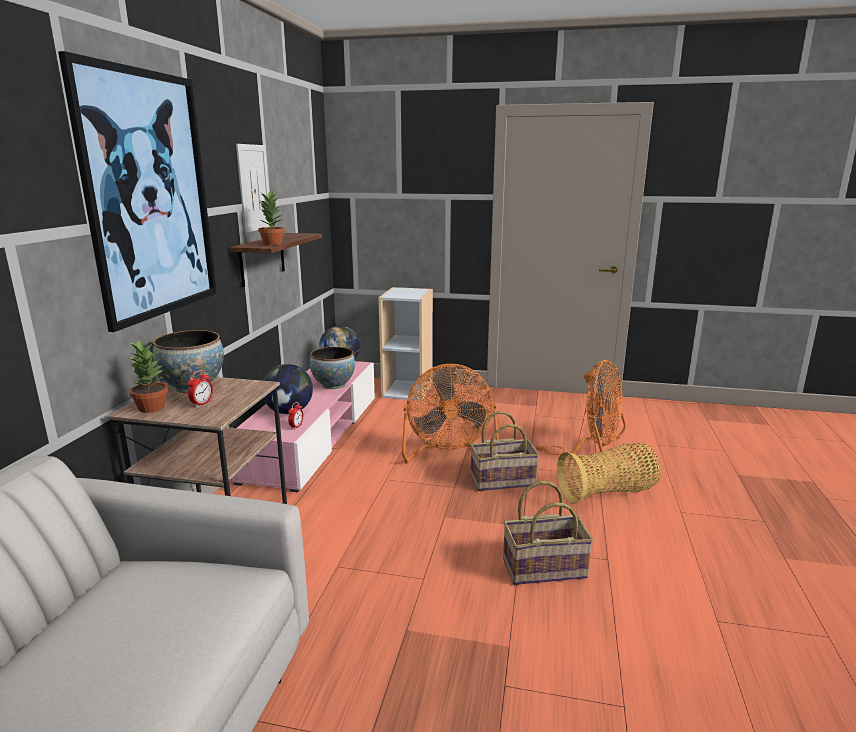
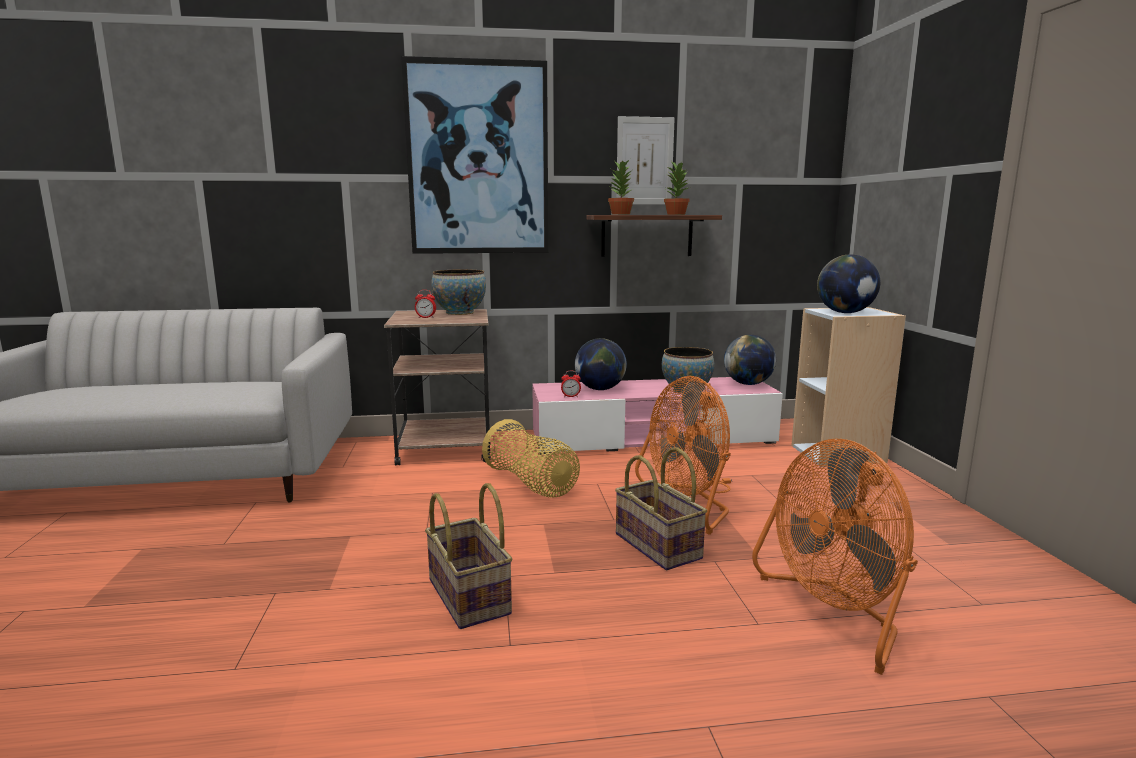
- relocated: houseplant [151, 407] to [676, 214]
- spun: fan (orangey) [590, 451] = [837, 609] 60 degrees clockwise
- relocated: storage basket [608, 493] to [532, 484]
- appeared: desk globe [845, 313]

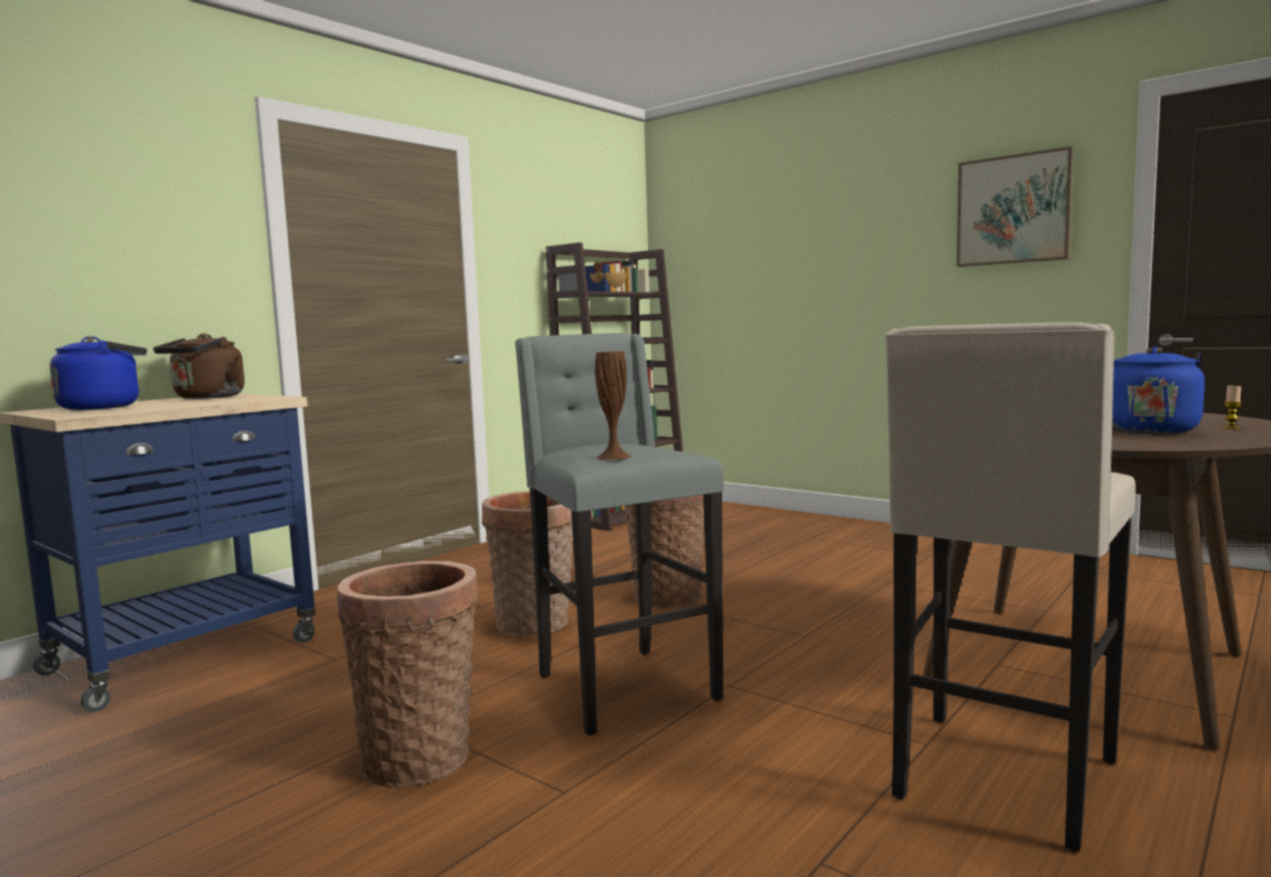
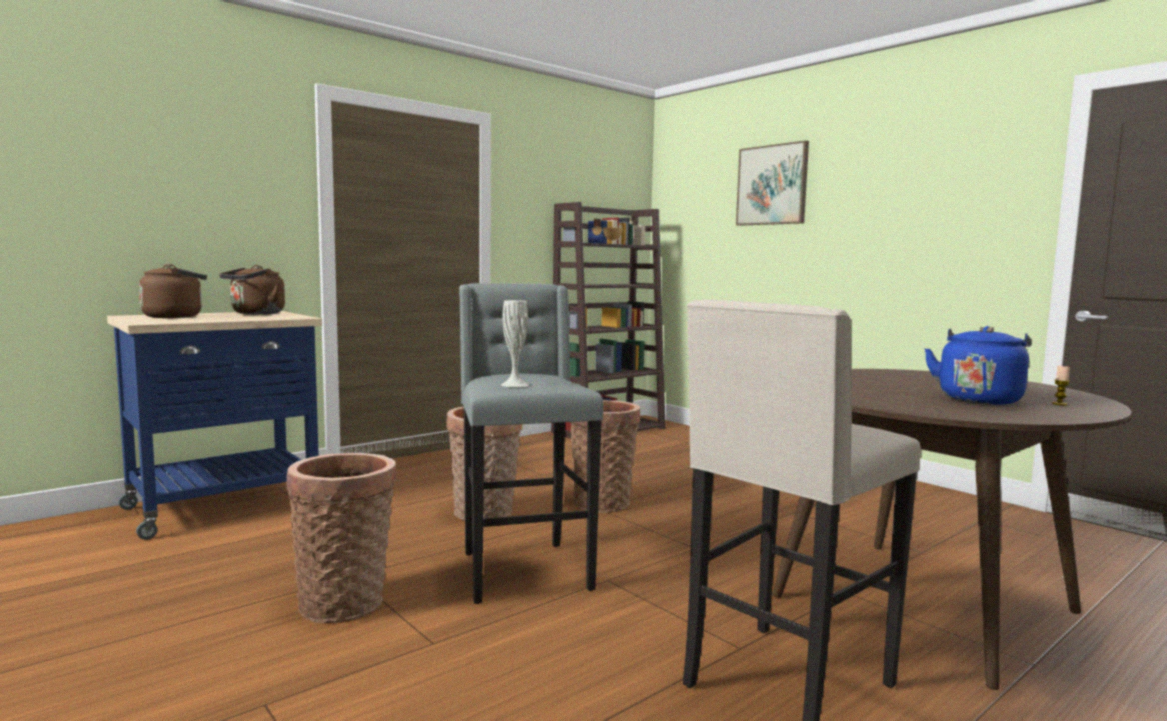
- relocated: wall picture [1013, 210] to [772, 185]
- colour: tea kettle (blue-coloured) [105, 407] to tea kettle (brown) [176, 317]
- colour: flower vase (brown) [613, 456] to flower vase (white-coloured) [514, 384]

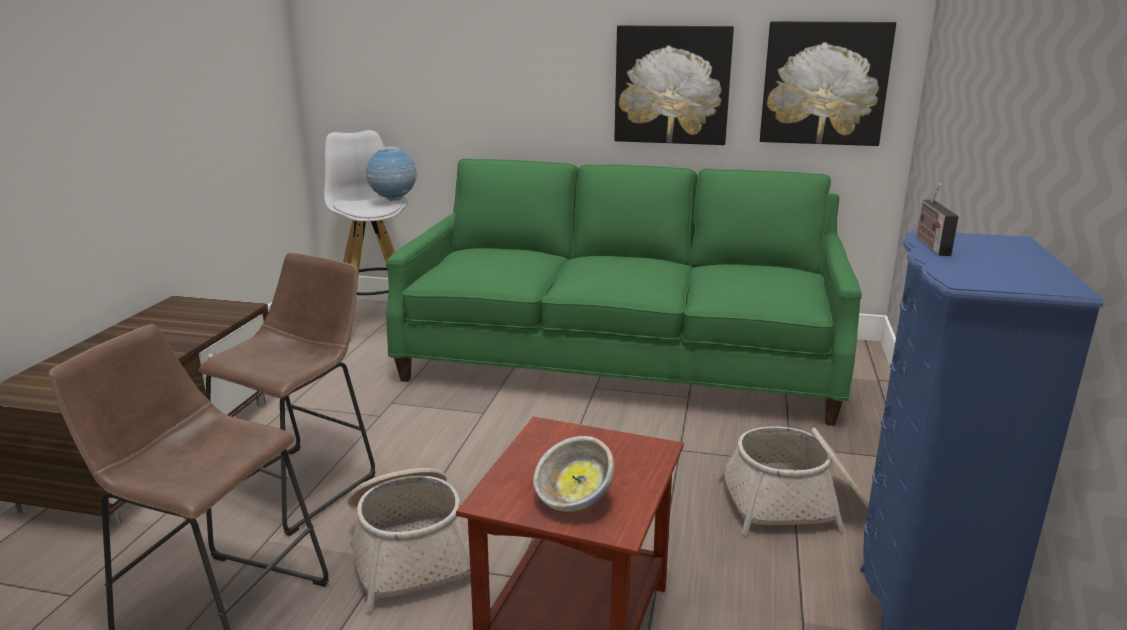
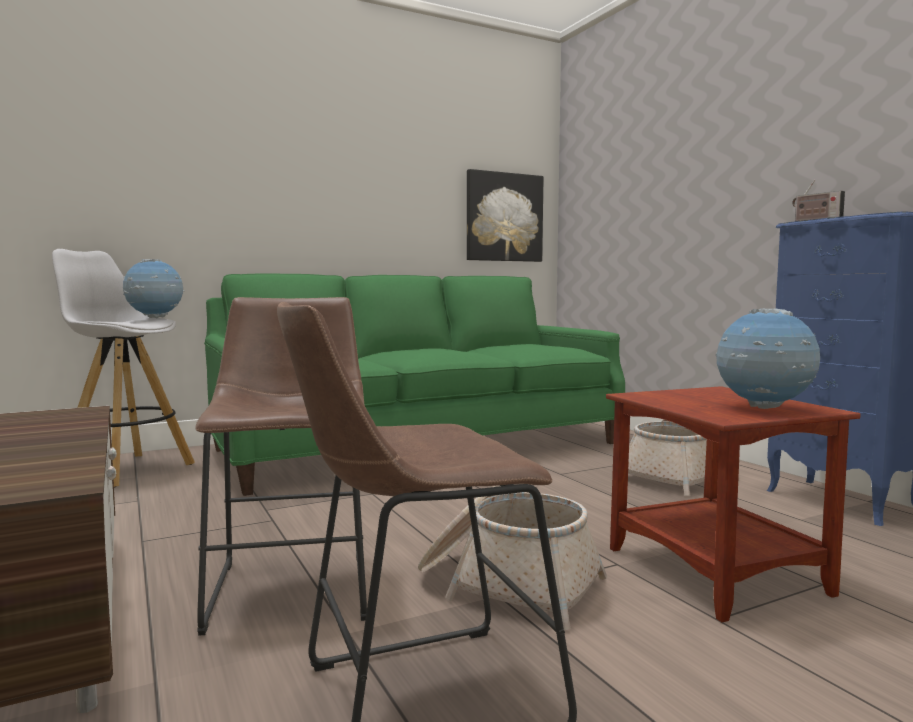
- missing: wall picture [672, 85]
- exchanged: serving bowl [574, 501] to desk globe [763, 408]

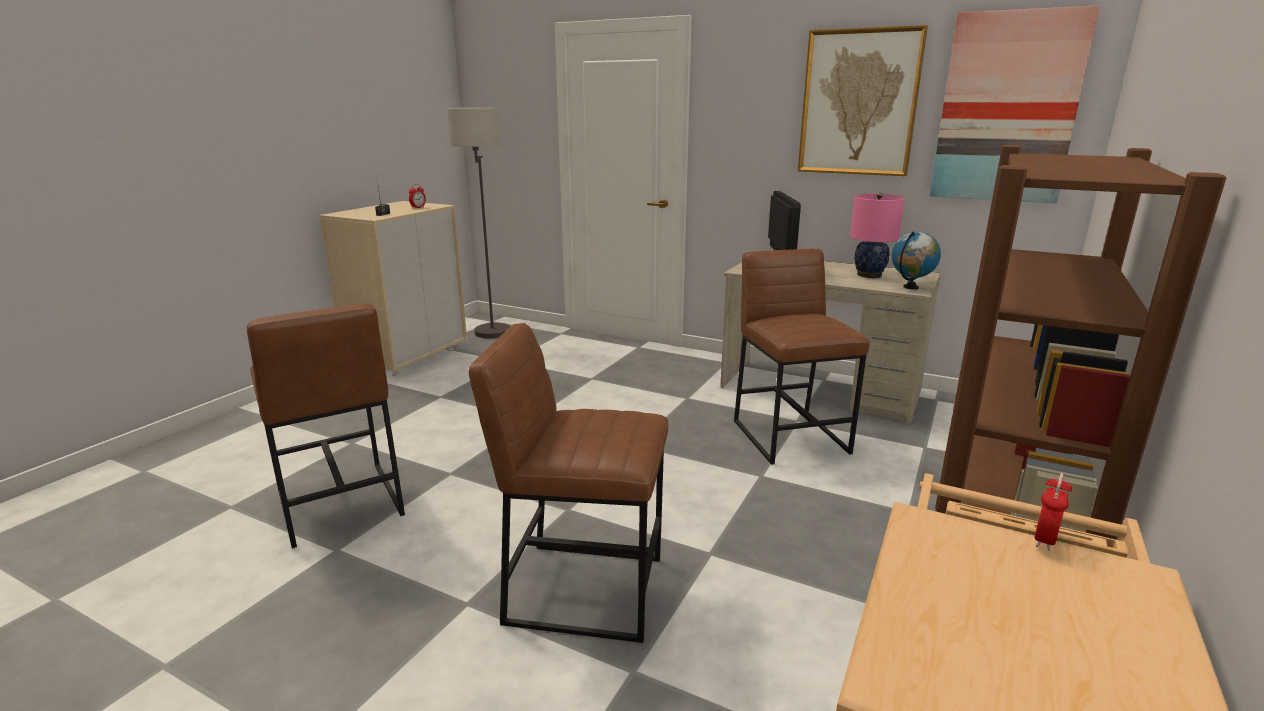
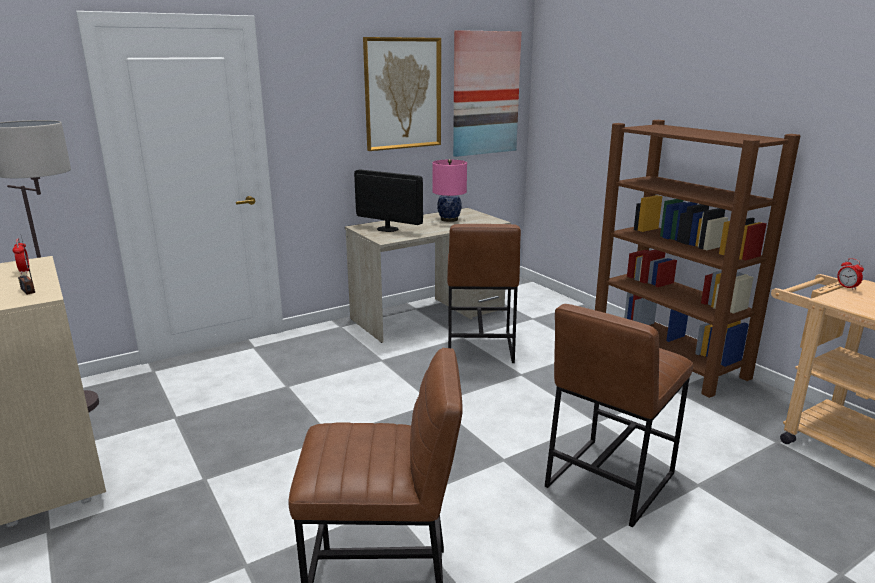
- missing: desk globe [911, 287]
- spun: plain chair (brown) [789, 436] = [479, 347] 105 degrees counterclockwise

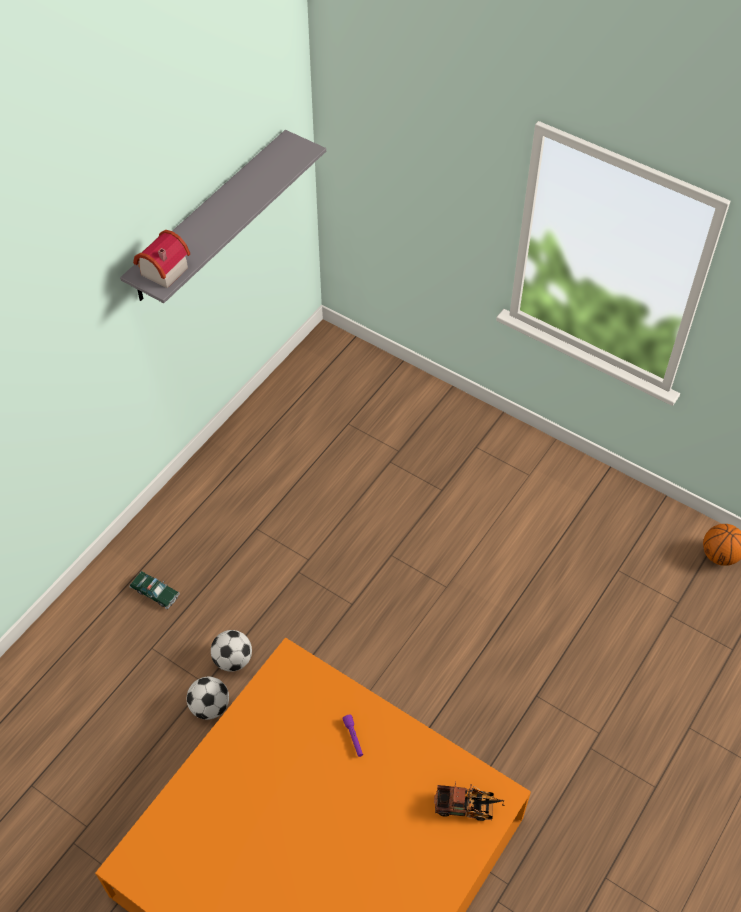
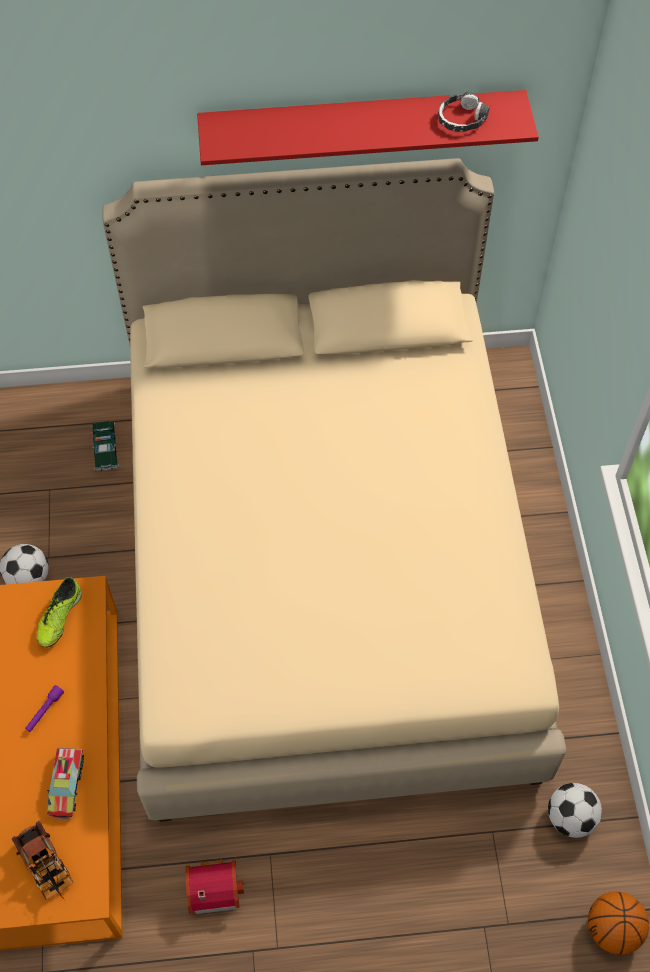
- colour: wall shelf (gray) [209, 216] to wall shelf (reddish) [362, 123]
- relocated: toy house [161, 271] to [212, 888]
- relocated: ball for football [233, 659] to [570, 817]
- appeared: pair of headphones [461, 119]
- appeared: bed (beige) [324, 566]
- appeared: shoe [59, 617]
- appeared: toy truck [67, 785]

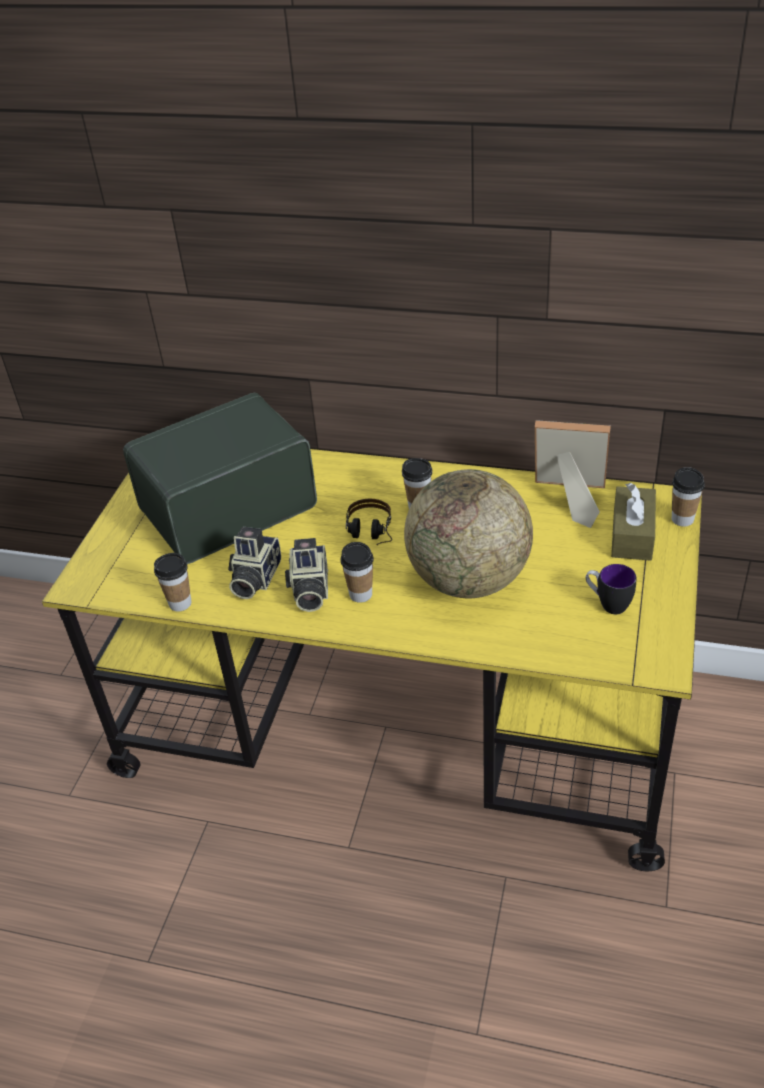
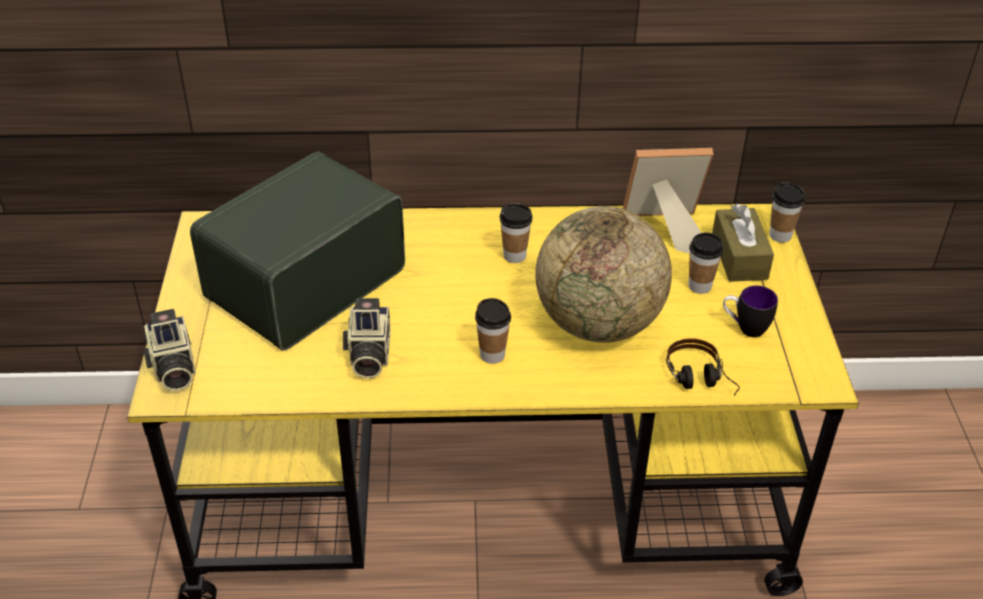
- relocated: pair of headphones [370, 535] to [700, 382]
- relocated: photo camera [309, 590] to [172, 368]
- relocated: drinking cup [180, 603] to [699, 286]

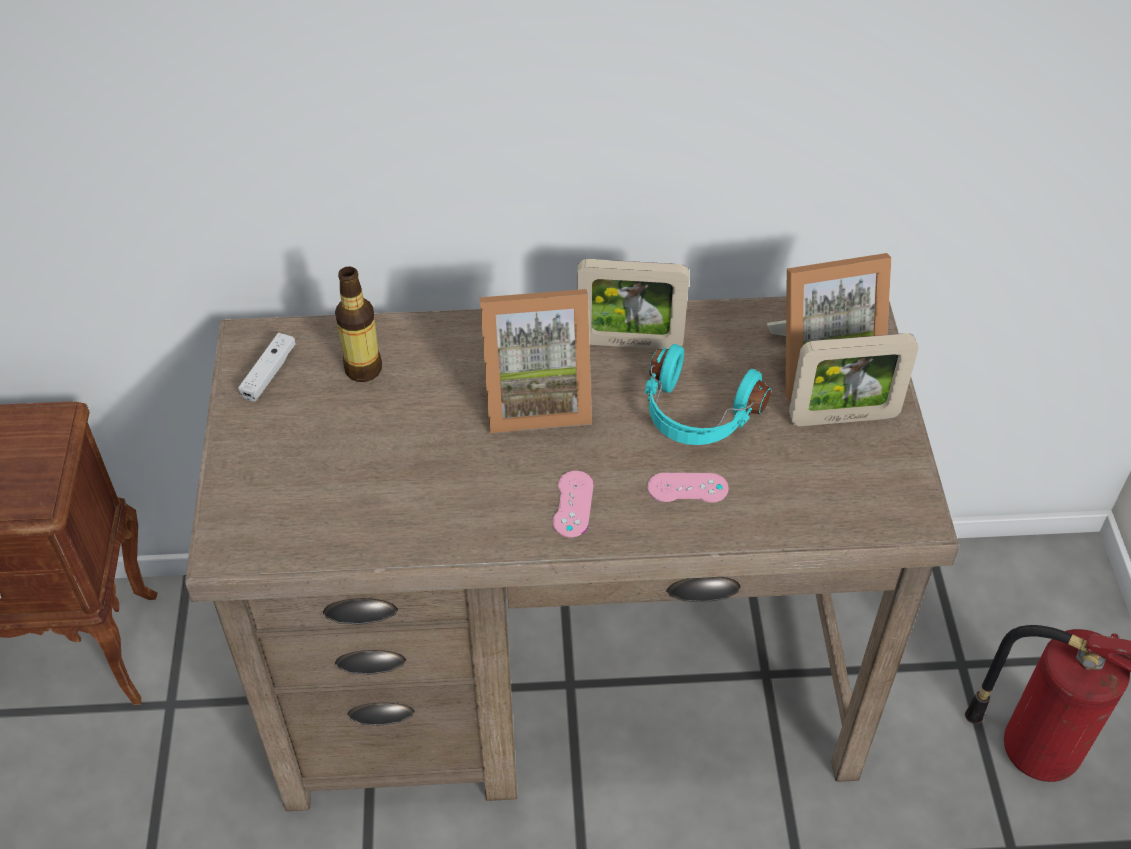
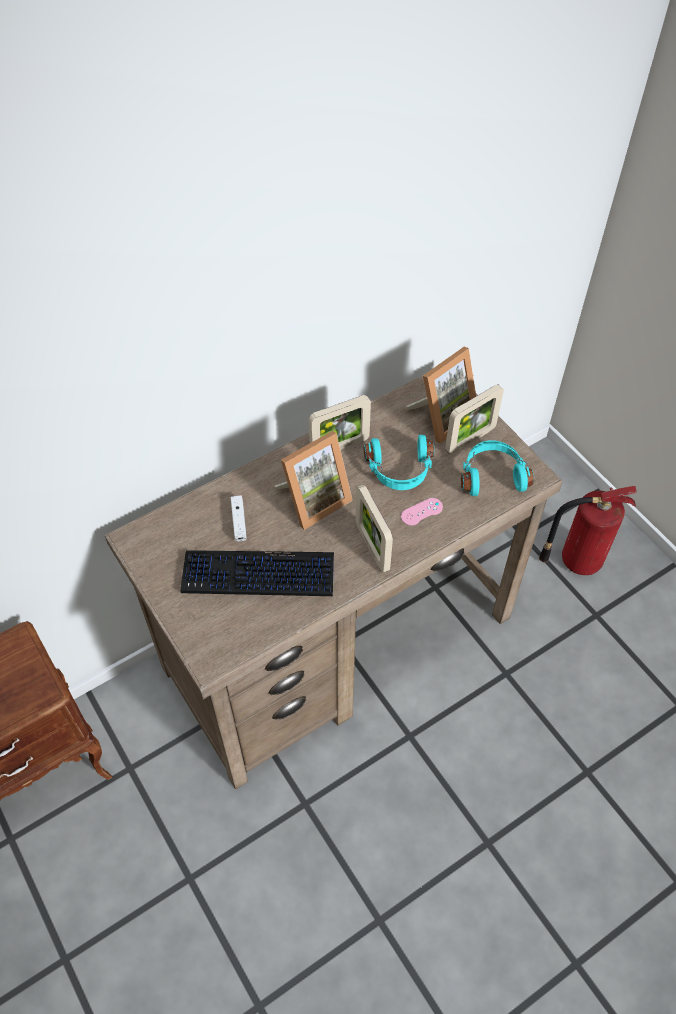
- missing: drink bottle [363, 369]
- relocated: gamepad (white-coloured) [269, 373] to [239, 521]
- exchanged: gamepad (pinkish) [573, 504] to standing frame [372, 547]
- appeared: pair of headphones (turquoise-coloured) [492, 475]
- appeared: PC keyboard [258, 574]

